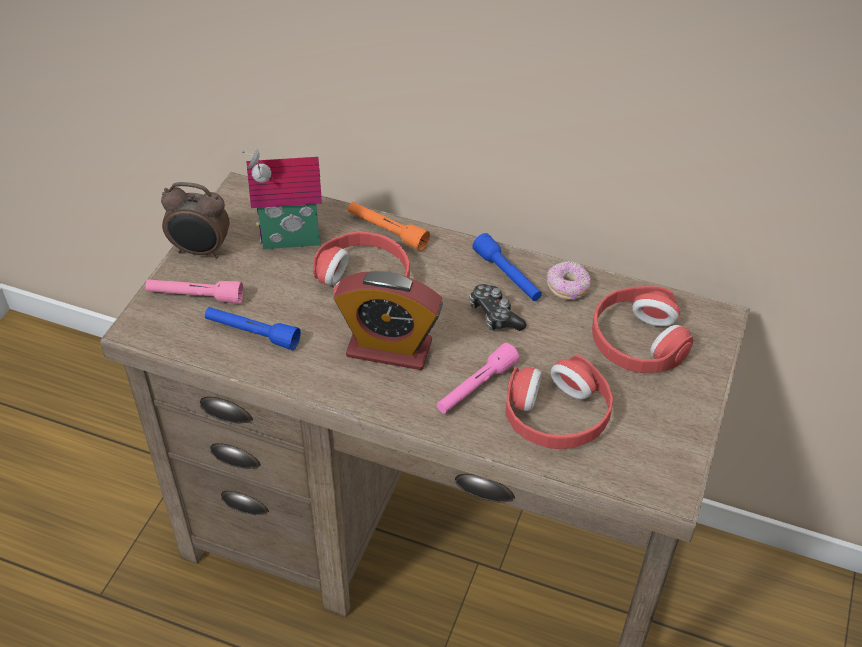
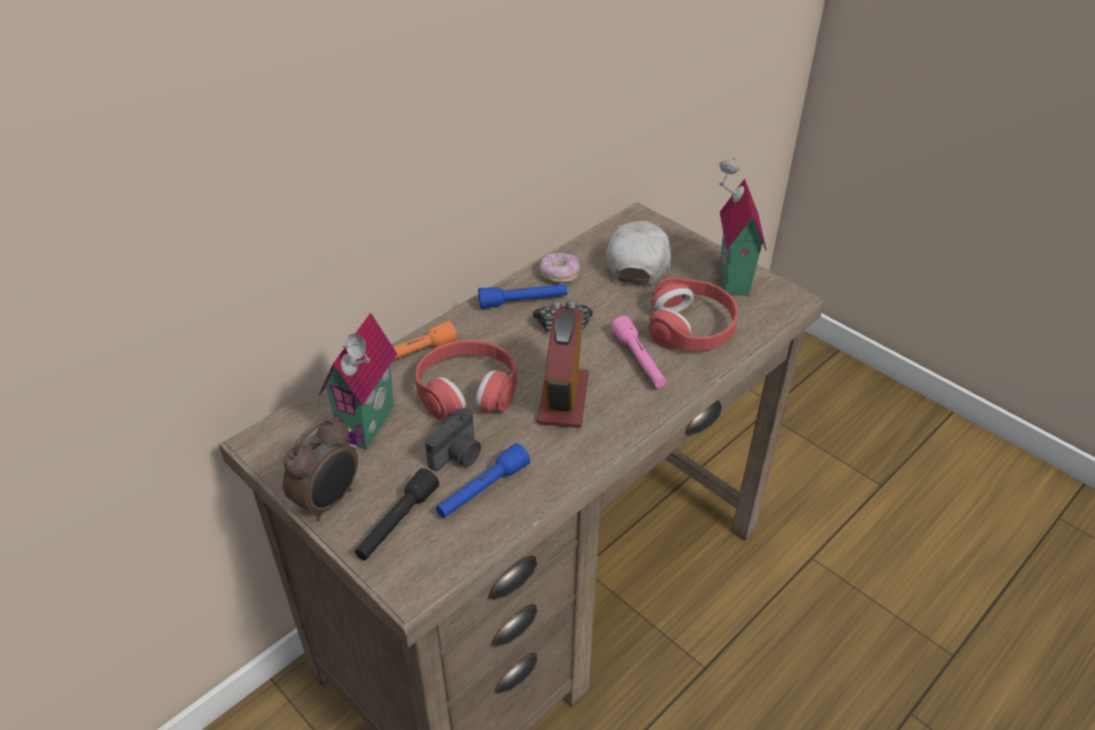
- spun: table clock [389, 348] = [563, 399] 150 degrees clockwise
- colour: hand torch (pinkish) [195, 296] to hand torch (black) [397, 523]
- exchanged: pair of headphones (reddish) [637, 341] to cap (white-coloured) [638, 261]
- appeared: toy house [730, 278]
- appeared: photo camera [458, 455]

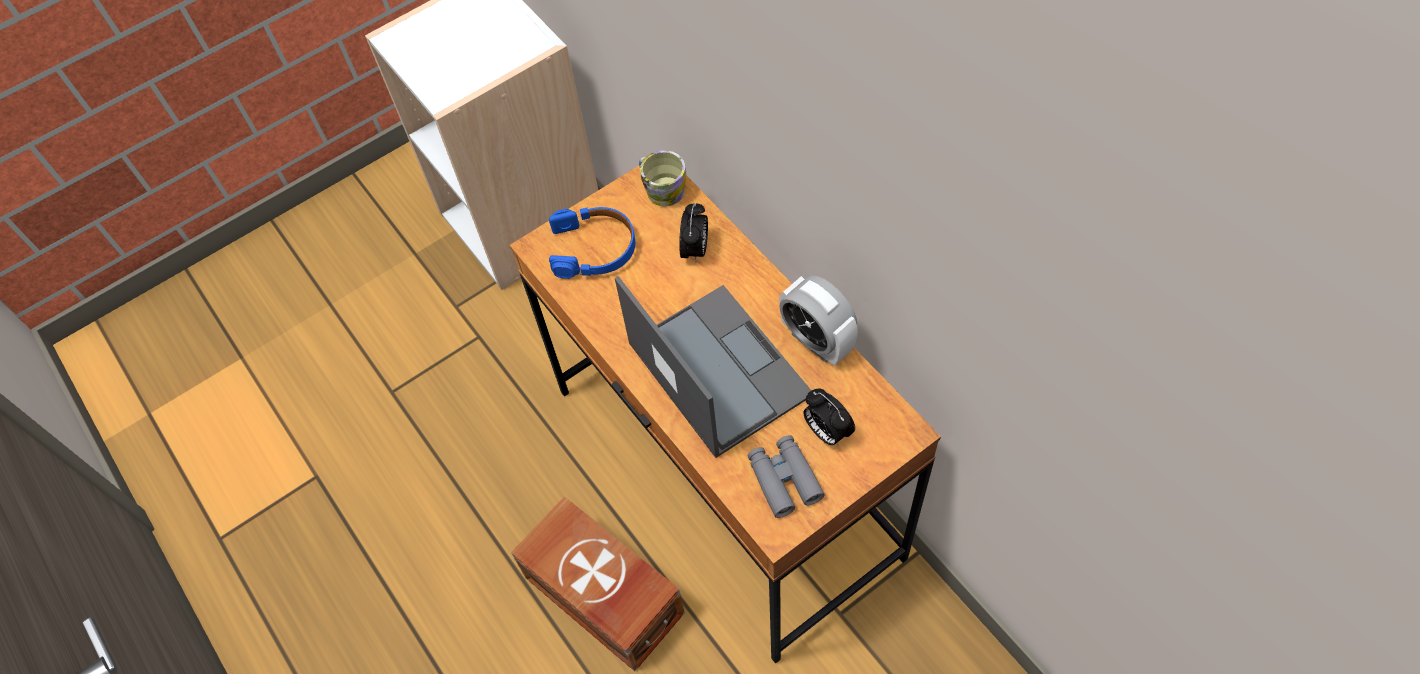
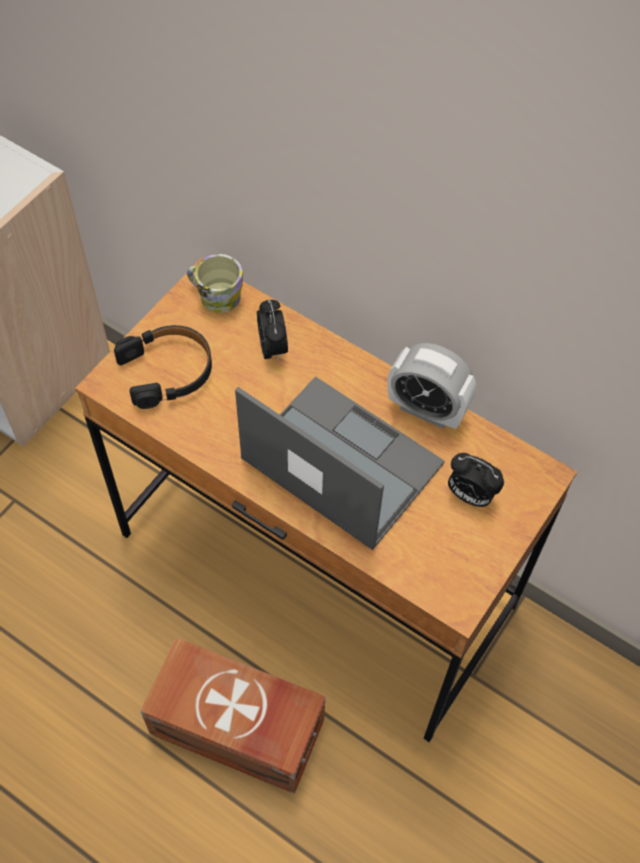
- colour: pair of headphones (blue-coloured) [594, 248] to pair of headphones (black) [167, 371]
- missing: pair of binoculars (gray) [784, 479]

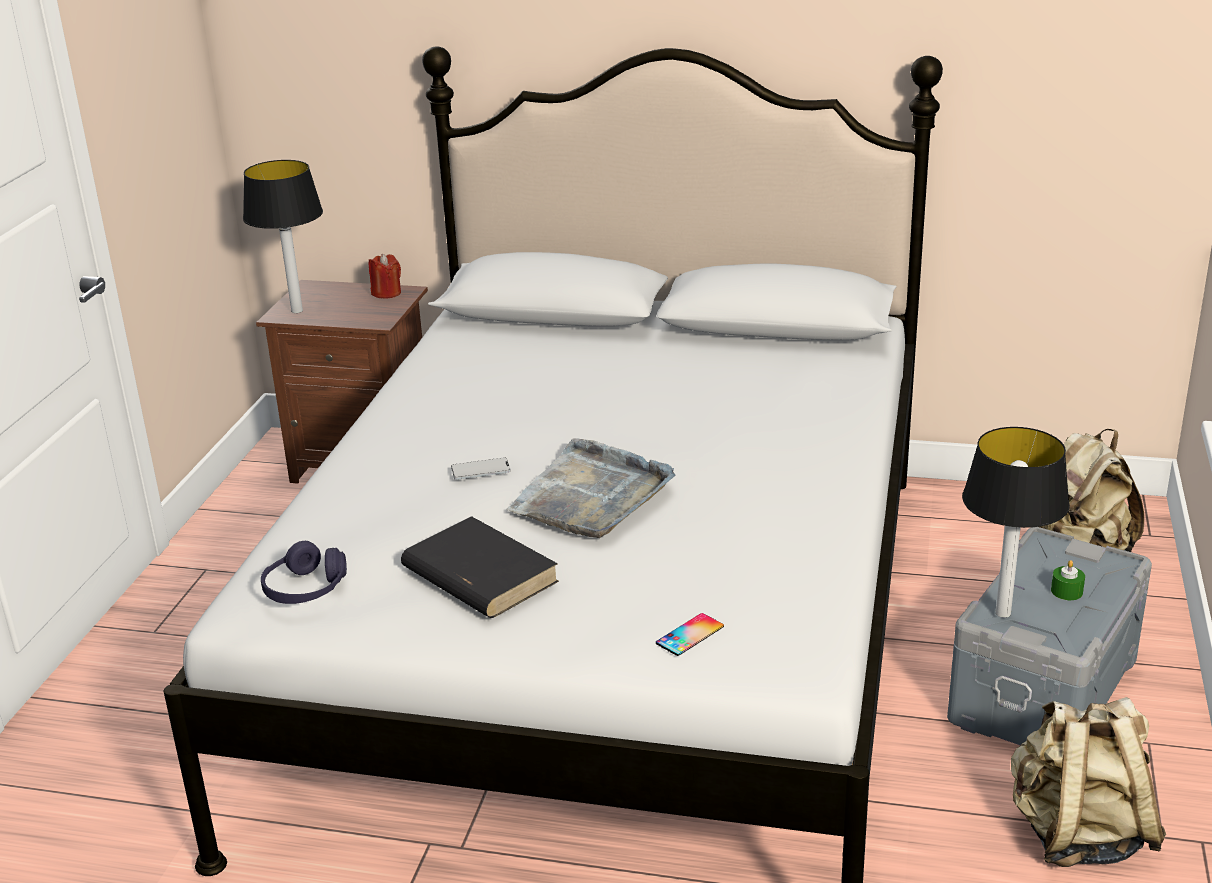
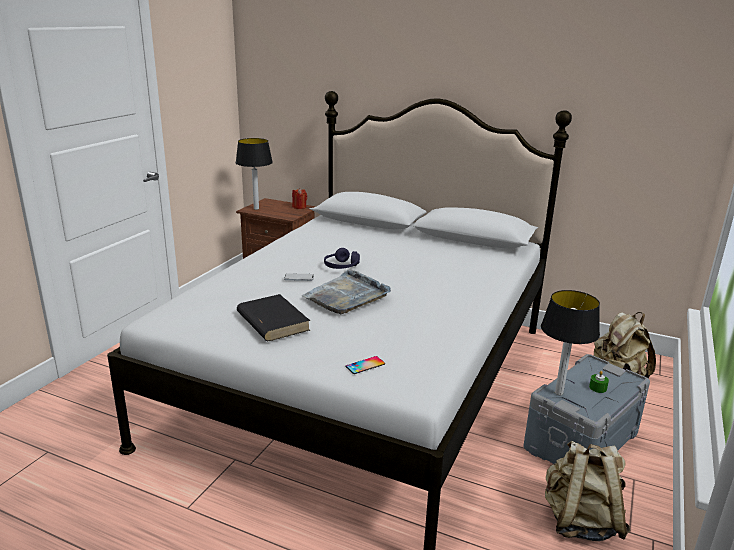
- relocated: pair of headphones (purplish) [305, 589] to [341, 266]

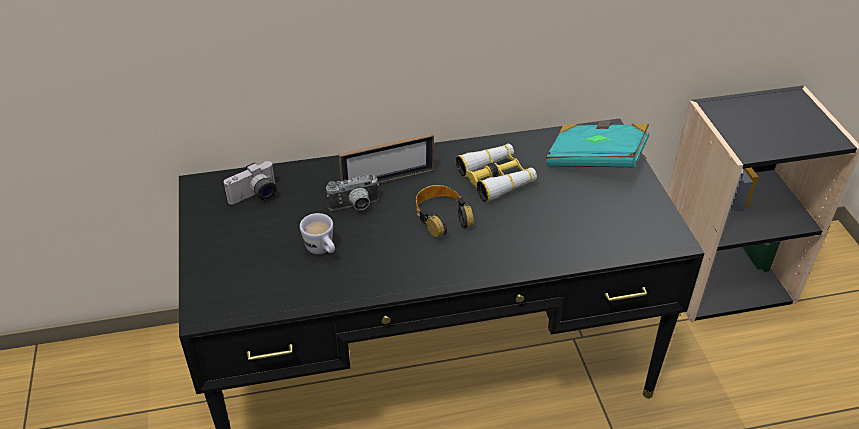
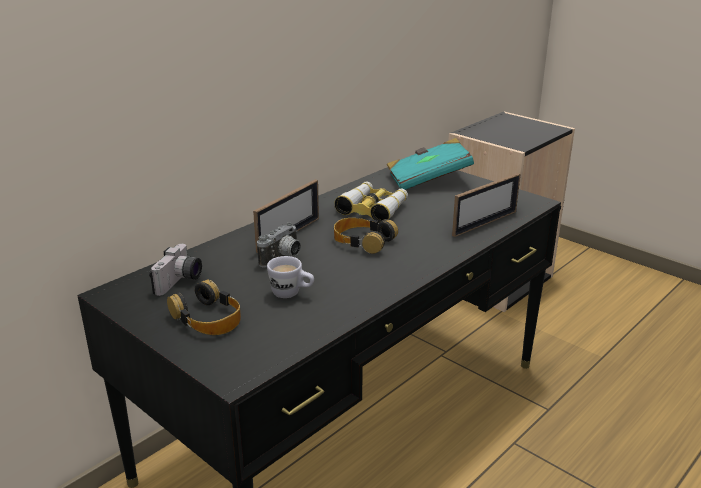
- appeared: standing frame [485, 223]
- appeared: pair of headphones [208, 318]

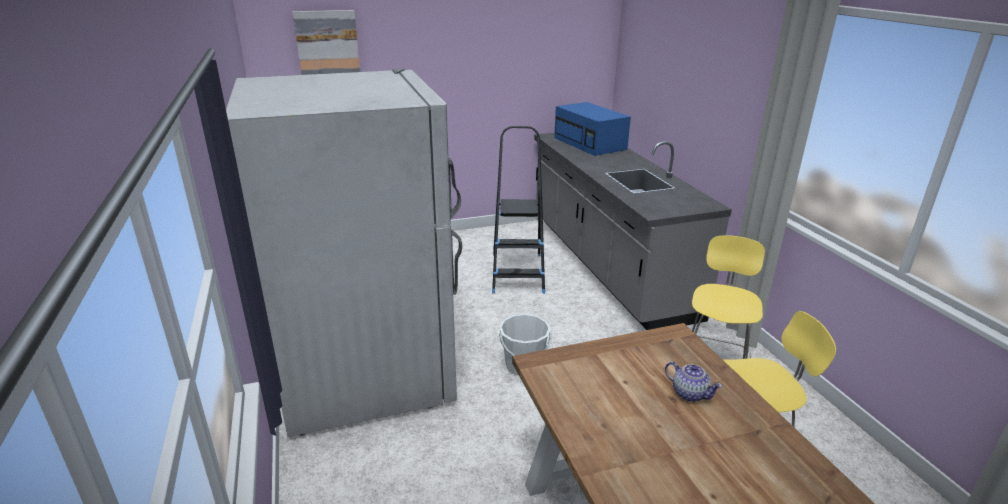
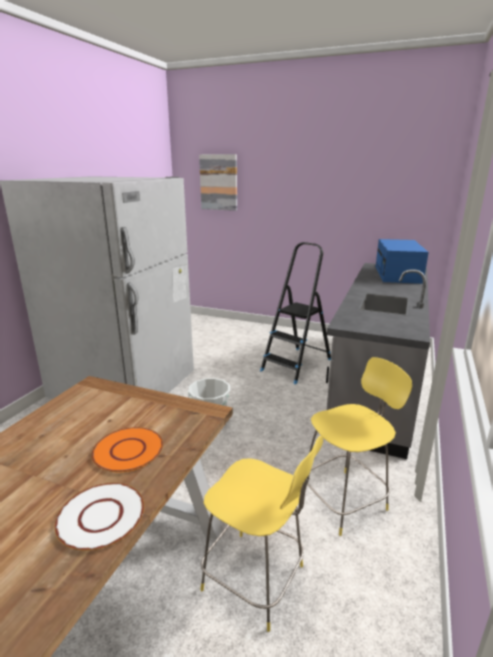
- exchanged: pot for tea [689, 393] to flat dish (orangey) [128, 450]
- appeared: flat dish (white-coloured) [101, 517]

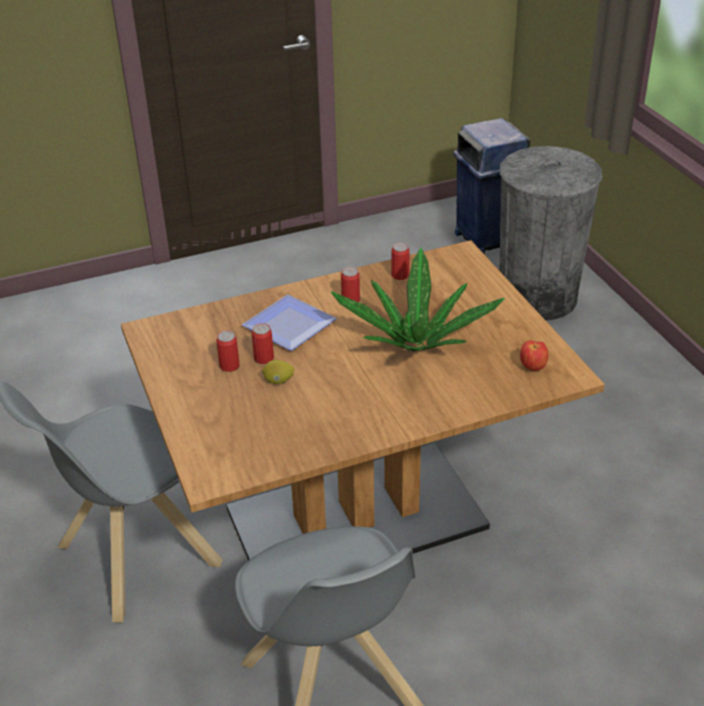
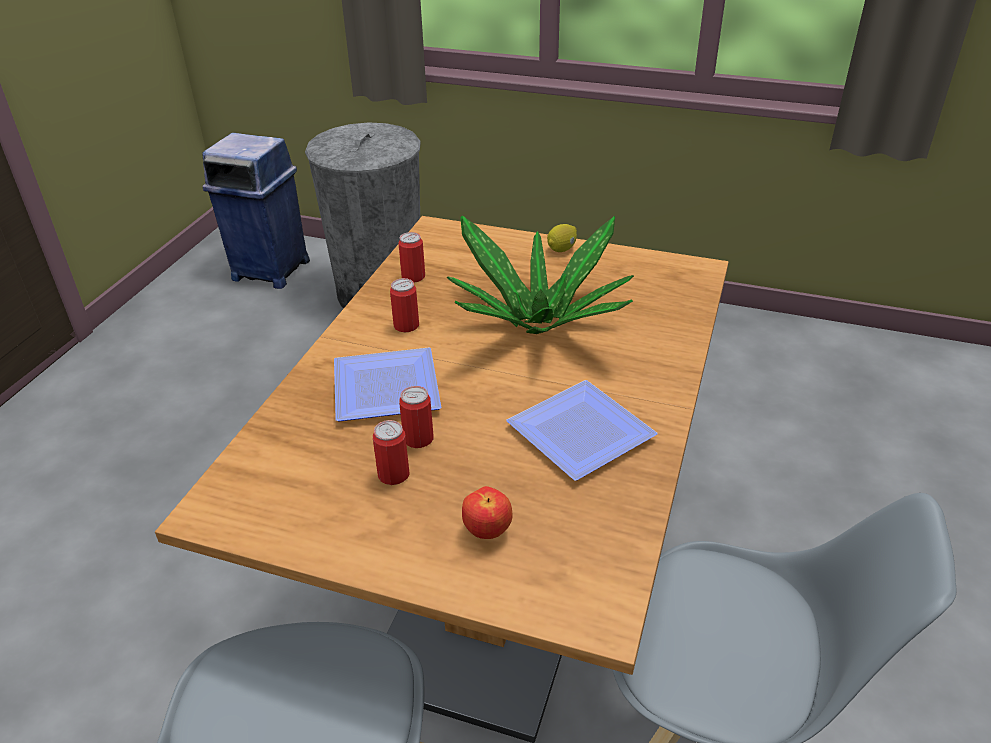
- relocated: apple fruit [533, 368] to [487, 531]
- relocated: whole lemon [278, 381] to [562, 249]
- appeared: flat dish [575, 432]

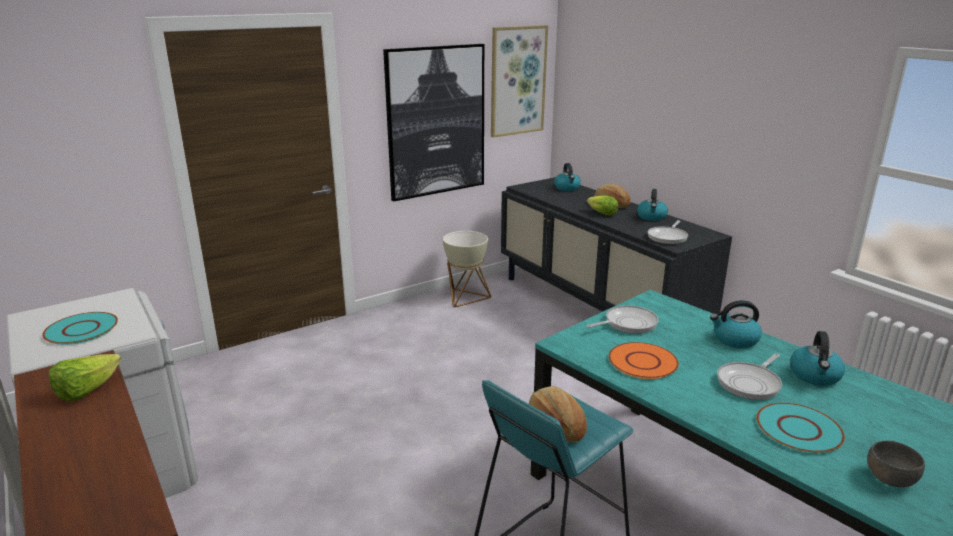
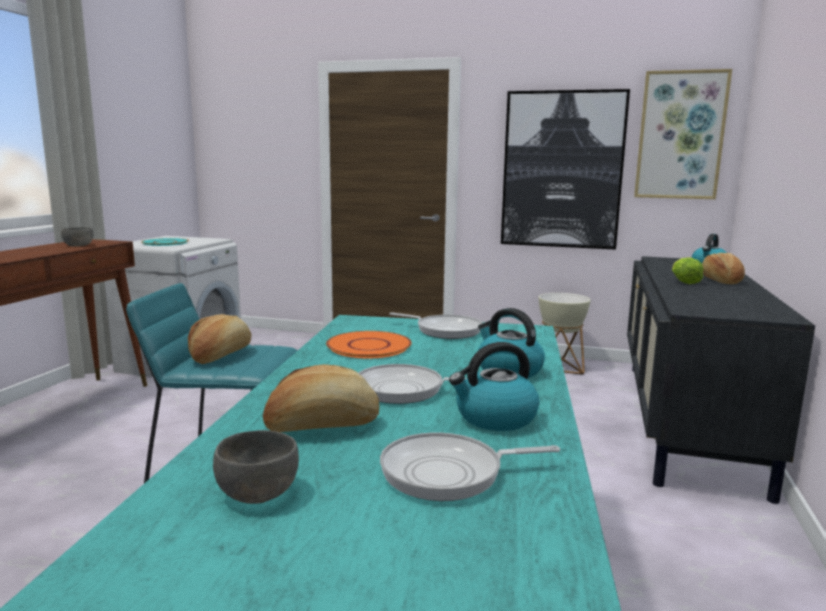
- missing: tea kettle [651, 217]
- relocated: frying pan [668, 237] to [449, 473]
- exchanged: lettuce head [87, 391] to serving bowl (gray) [78, 246]
- exchanged: flat dish (turquoise-coloured) [799, 429] to bread [322, 425]

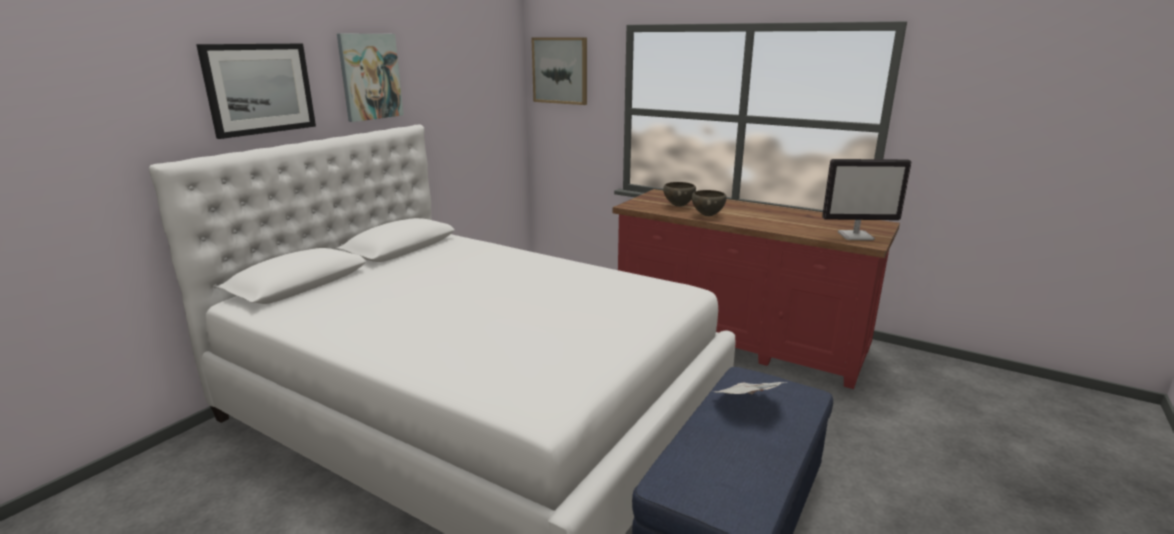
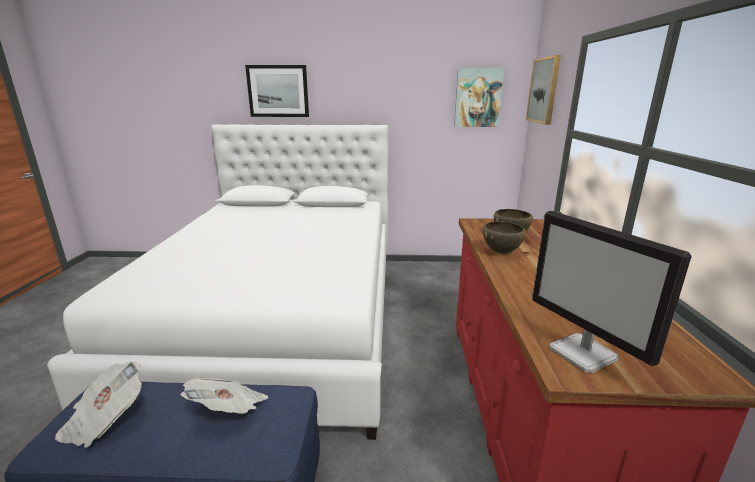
- relocated: wall picture [370, 77] to [478, 98]
- appeared: daily paper [105, 420]

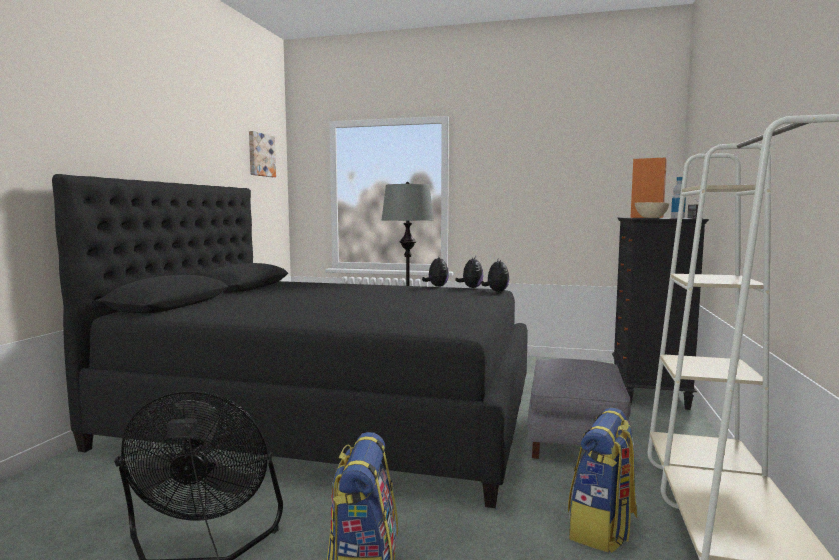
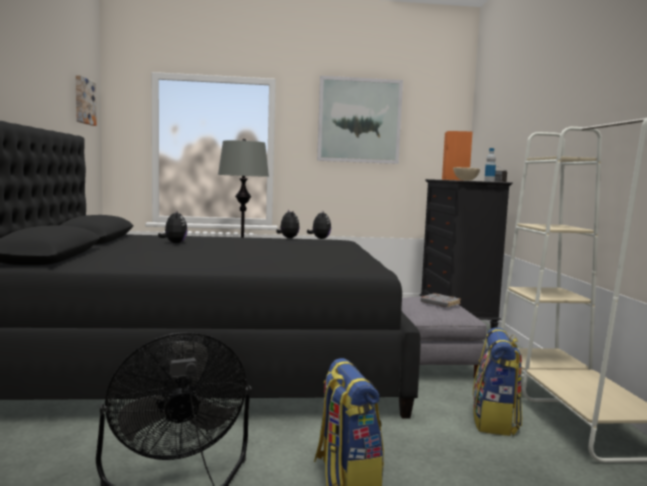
- relocated: cuddly toy [496, 291] to [174, 243]
- appeared: wall picture [359, 120]
- appeared: bound book (gray) [439, 303]

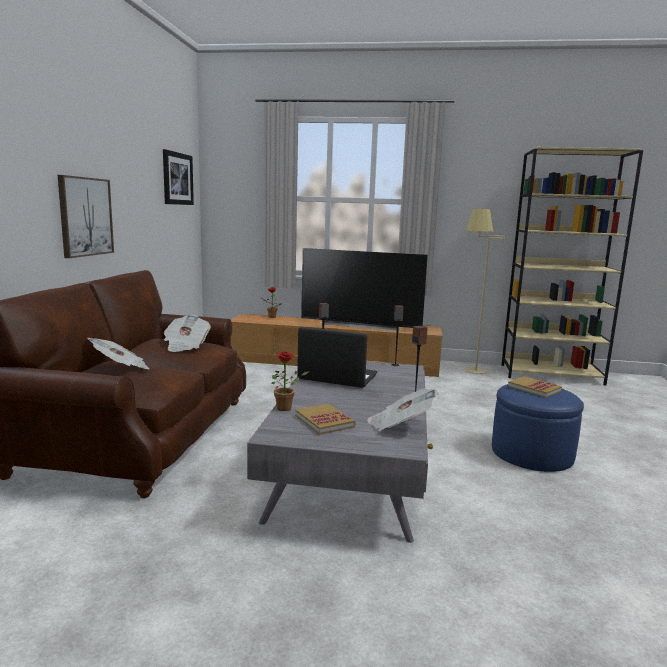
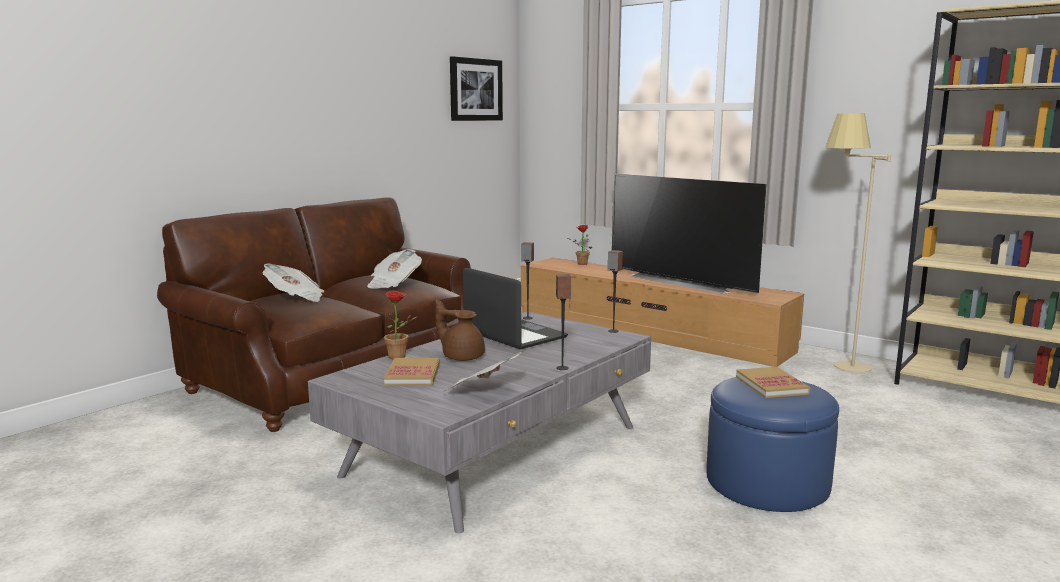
- missing: wall picture [85, 216]
- appeared: pot for tea (brown) [462, 357]

